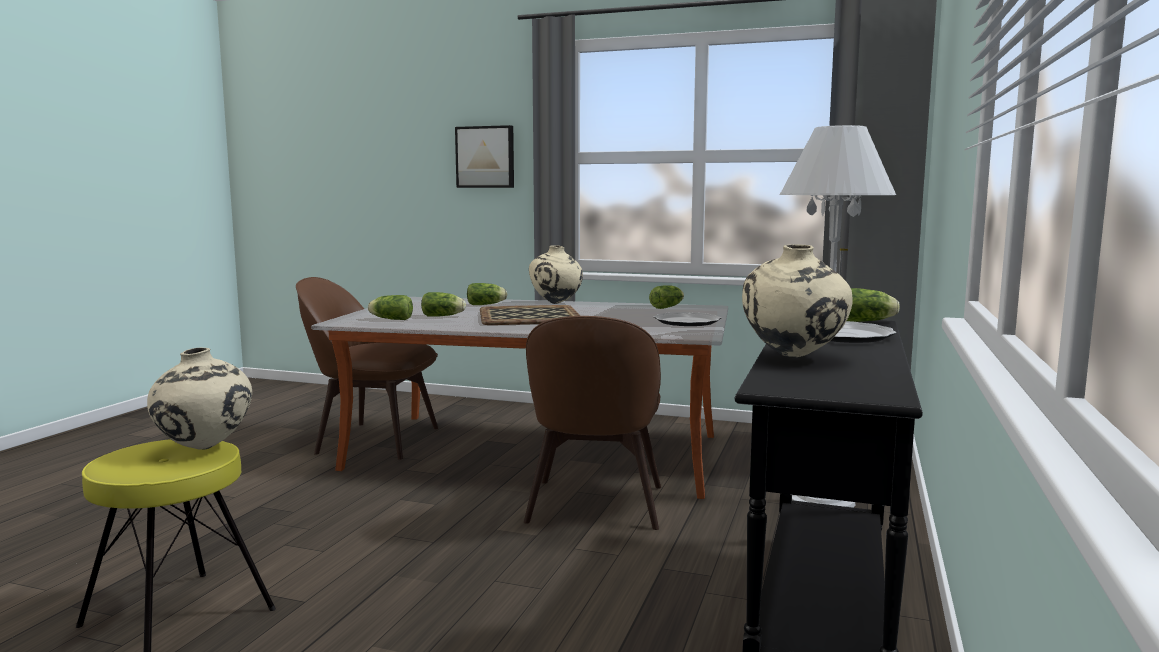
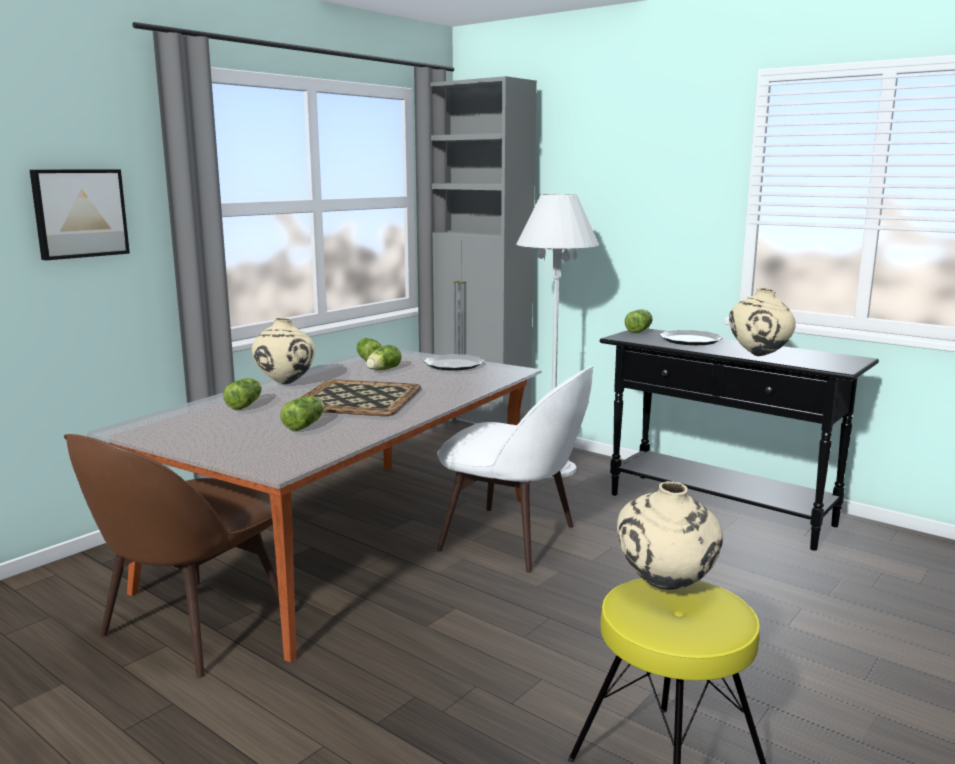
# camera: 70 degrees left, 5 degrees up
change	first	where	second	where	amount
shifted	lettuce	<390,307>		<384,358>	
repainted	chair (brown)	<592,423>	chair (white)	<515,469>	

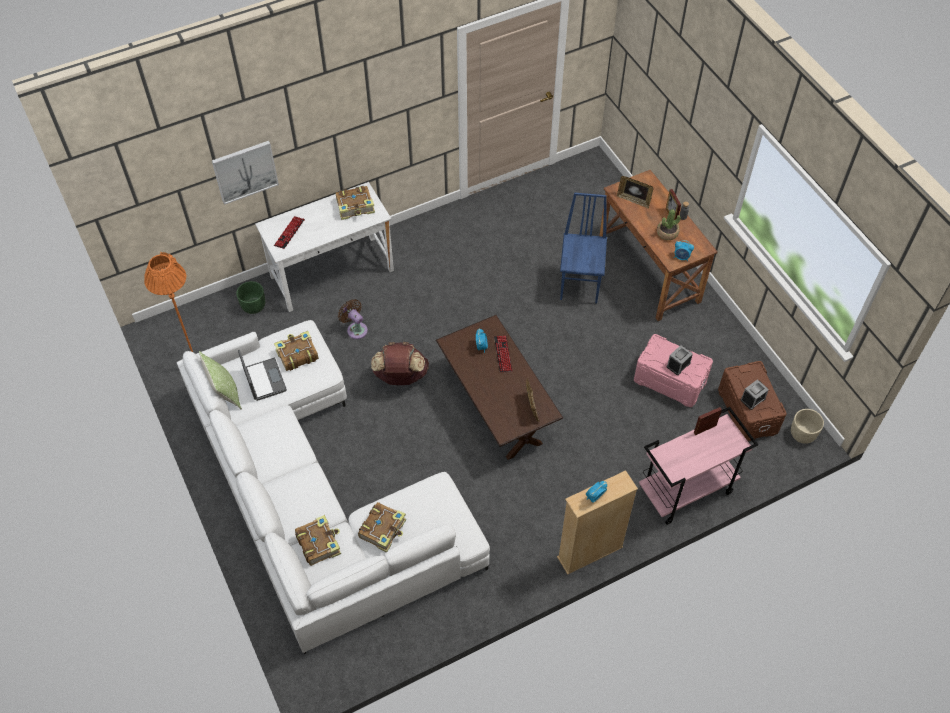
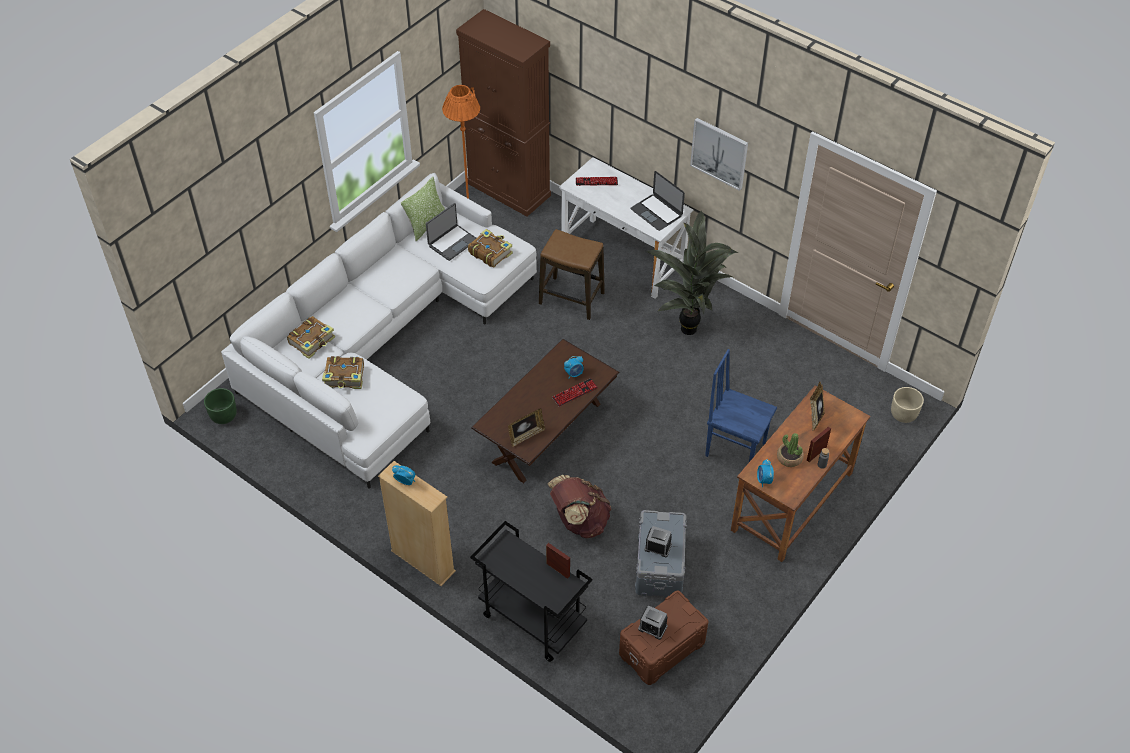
# camera: 65 degrees right, 5 degrees down
change	first	where	second	where	amount
new			cabinet (brown)	<503,112>	
new			potted plant	<692,273>	
shifted	picture	<245,173>		<719,154>	
shifted	planter (green)	<250,297>		<220,406>	
shifted	backpack (brown)	<400,363>		<579,506>	
shifted	planter (beige)	<807,426>		<907,405>	
swapped	book	<355,203>	laptop	<658,201>	
swapped	fan (brown)	<353,319>	stool	<572,274>	
repainted	storage box (pink)	<673,370>	storage box (grey)	<661,553>	
repainted	cart (pink)	<698,466>	cart (black)	<531,591>	
rotated	chair (blue)	<583,247>		<741,405>	135 degrees counterclockwise

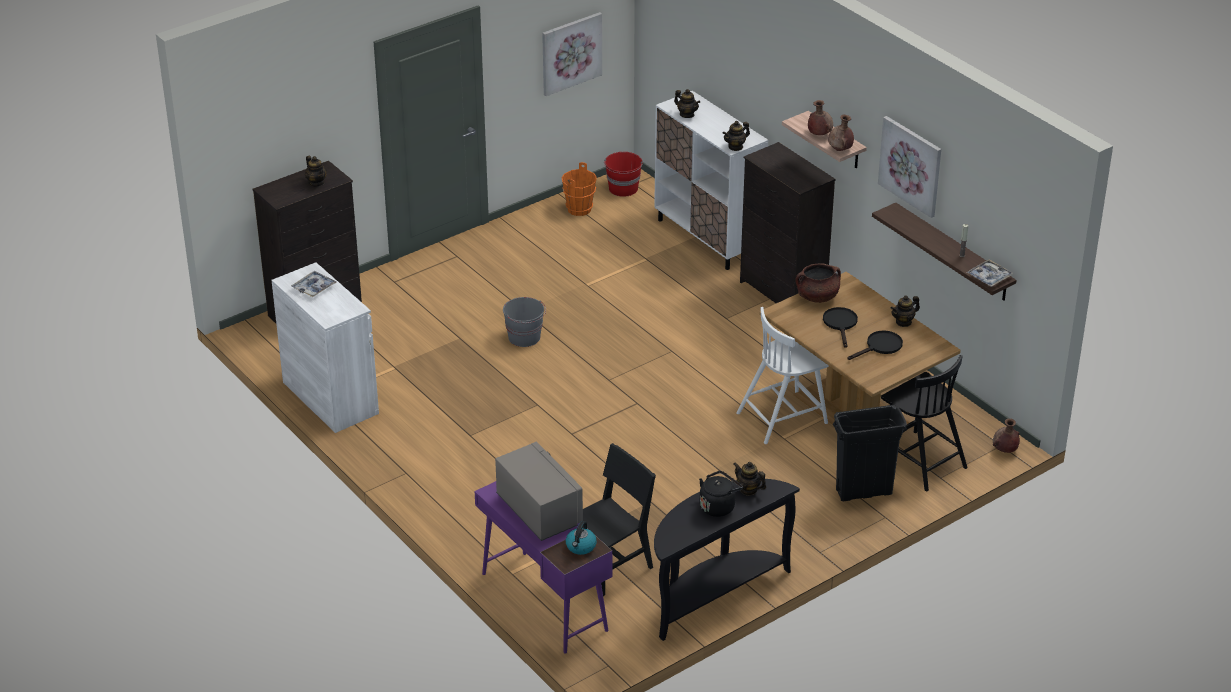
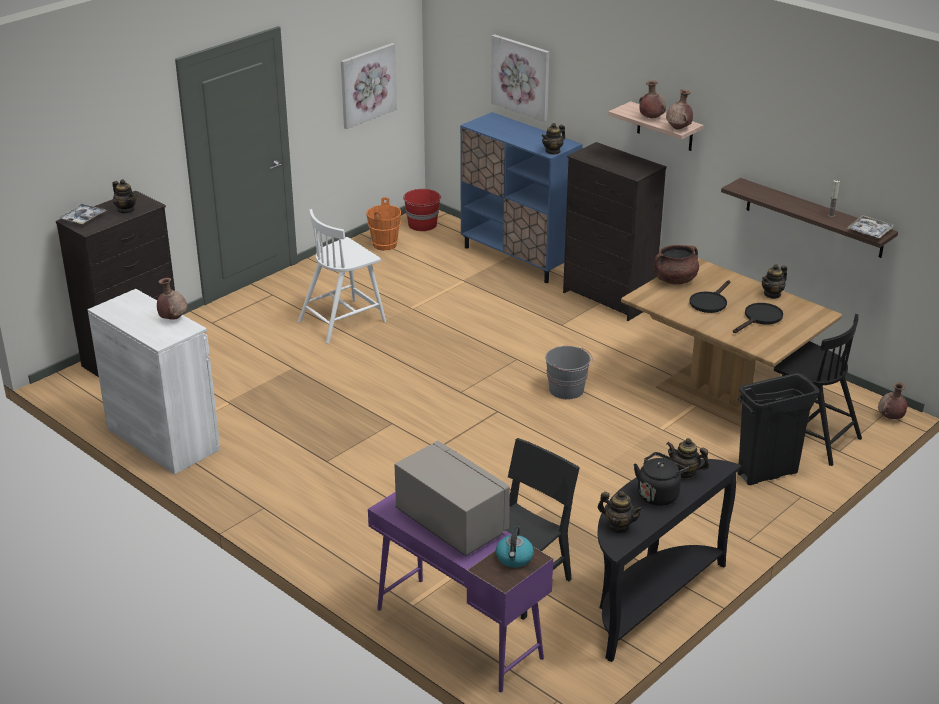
# camera: 10 degrees left, 5 degrees down
change	first	where	second	where	amount
new			vase (brown)	<172,299>	
shifted	tray	<313,284>		<82,214>	
shifted	bucket (grey)	<524,322>		<569,372>	
shifted	teapot	<687,103>		<620,511>	
shifted	chair (white)	<782,375>		<342,276>	
shifted	picture	<909,167>		<520,78>	
repainted	cabinet (white)	<711,180>	cabinet (blue)	<521,197>	
rotated	frying pan (black)	<840,327>		<710,296>	135 degrees counterclockwise

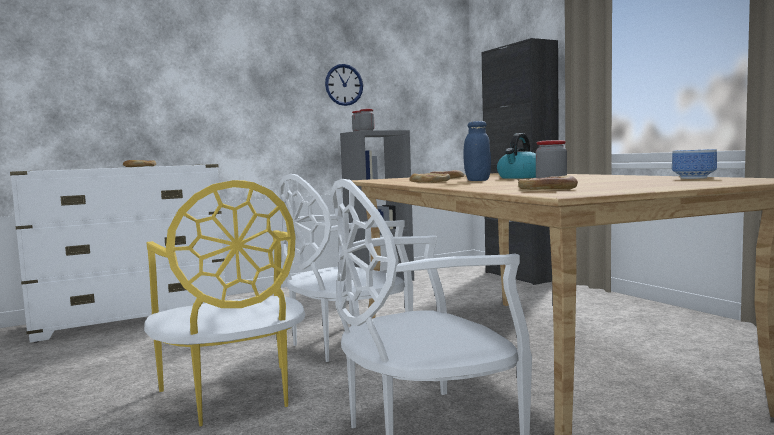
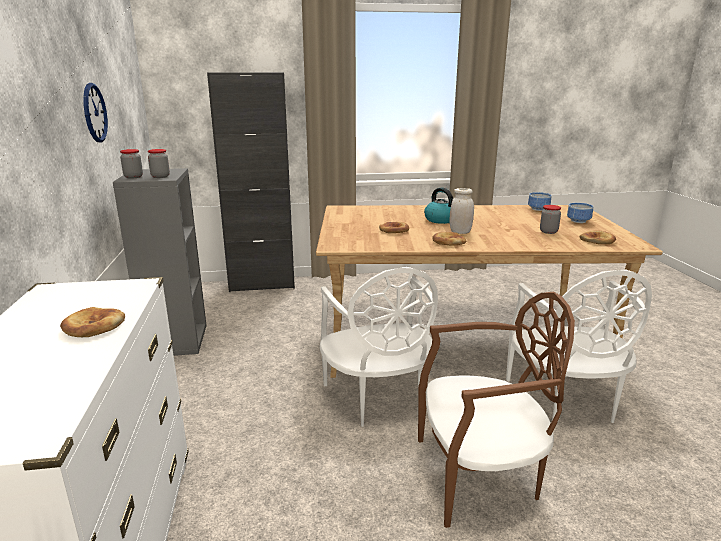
# camera: 70 degrees left, 15 degrees up
change	first	where	second	where	amount
new			bowl	<580,213>	
repainted	chair (yellow)	<224,303>	chair (brown)	<496,410>	
repainted	jar (blue)	<477,151>	jar (white)	<461,211>	

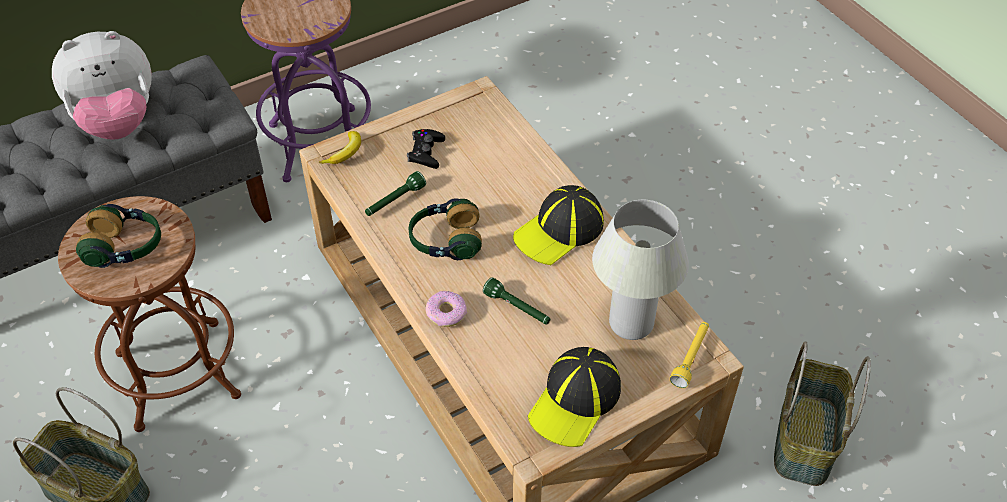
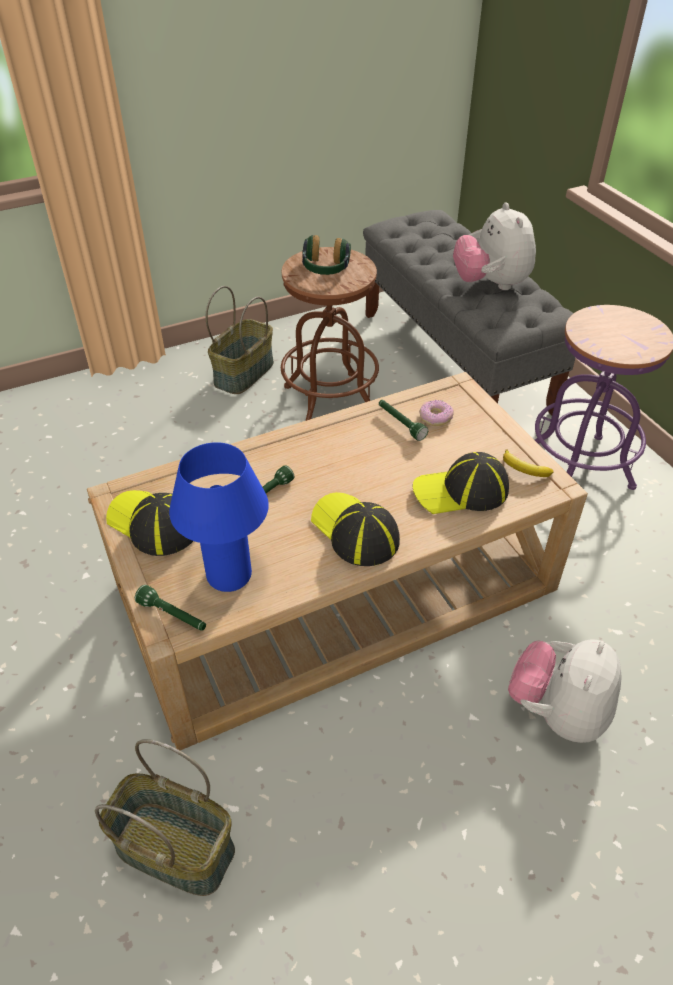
# camera: 95 degrees right, 5 degrees down
change	first	where	second	where	amount
gone	game controller (black)	<426,149>			
gone	headphones	<445,229>			
new			cap	<461,483>	
new			plush toy	<565,691>	
shifted	banana	<340,147>		<528,463>	
shifted	donut	<446,309>		<436,413>	
repainted	table lamp (white)	<640,270>	table lamp (blue)	<219,517>	
repainted	flashlight (yellow)	<689,355>	flashlight (green)	<170,608>	

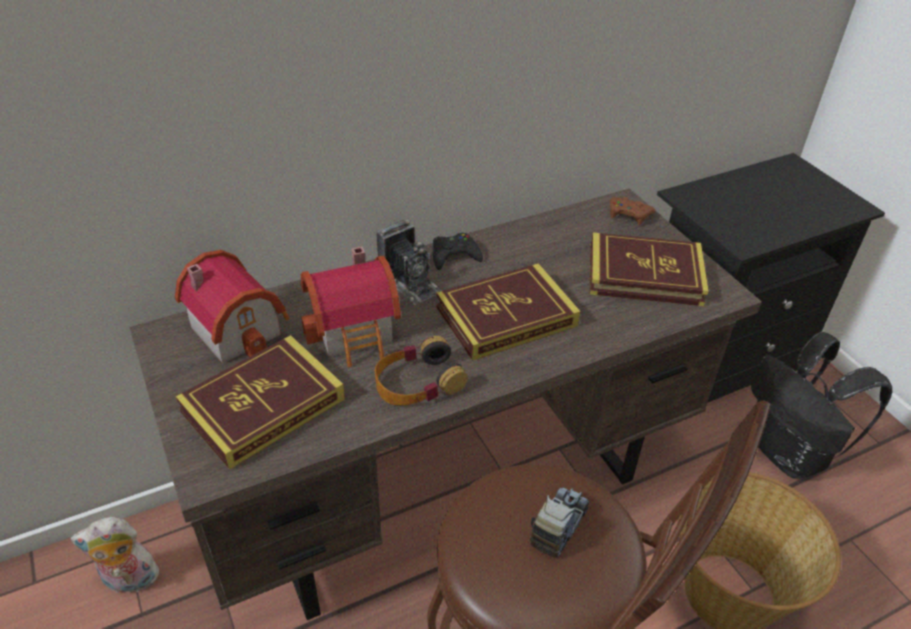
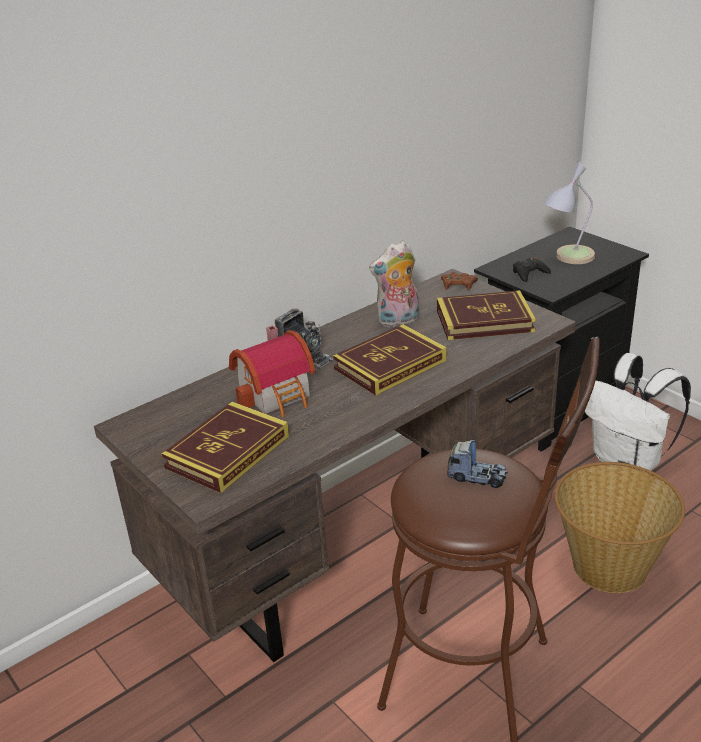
# camera: 10 degrees left, 10 degrees down
change	first	where	second	where	amount
gone	toy house	<232,307>			
gone	headphones	<421,371>			
new			table lamp	<569,212>	
shifted	plush toy	<115,556>		<394,284>	
shifted	game controller (black)	<458,251>		<532,270>	
repainted	backpack (black)	<821,405>	backpack (white)	<638,412>	
rotated	toy truck	<559,522>		<477,464>	90 degrees clockwise

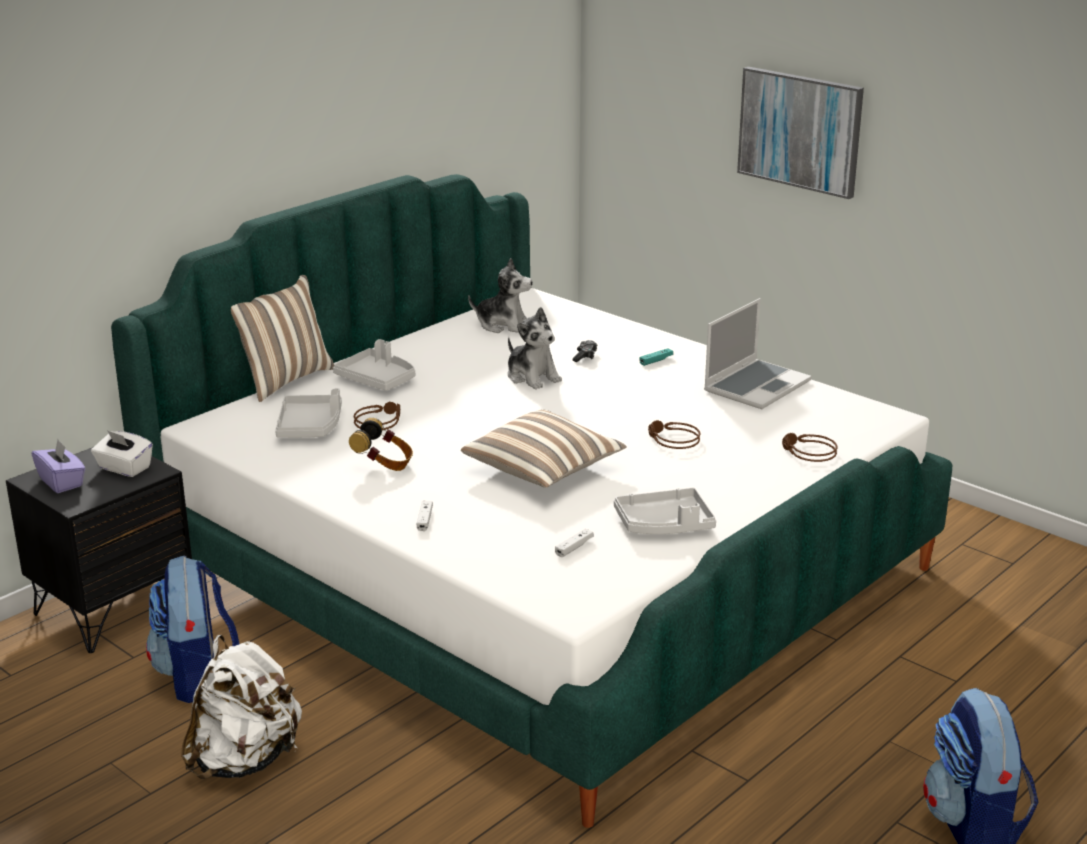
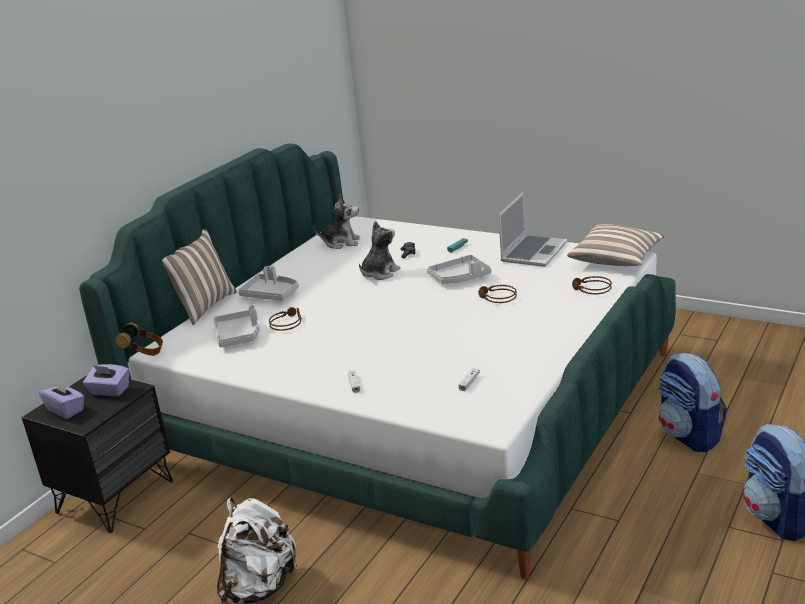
# camera: 10 degrees left, 0 degrees up
change	first	where	second	where	amount
gone	picture	<800,133>			
shifted	backpack	<192,629>		<693,402>	
shifted	headphones	<381,444>		<139,339>	
shifted	pillow	<544,449>		<616,245>	
shifted	tray (grey)	<665,511>		<459,269>	
repainted	tissue box (white)	<122,453>	tissue box (purple)	<106,380>	
rotated	plush toy	<535,348>		<380,250>	90 degrees counterclockwise

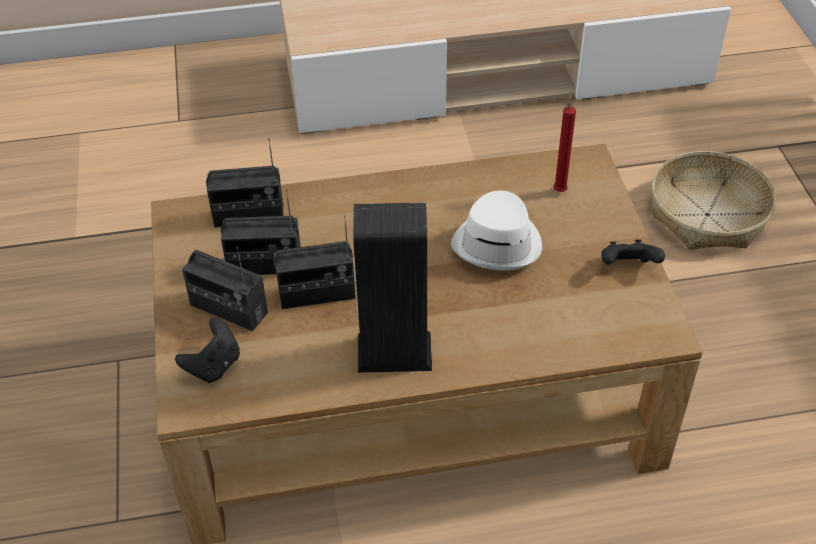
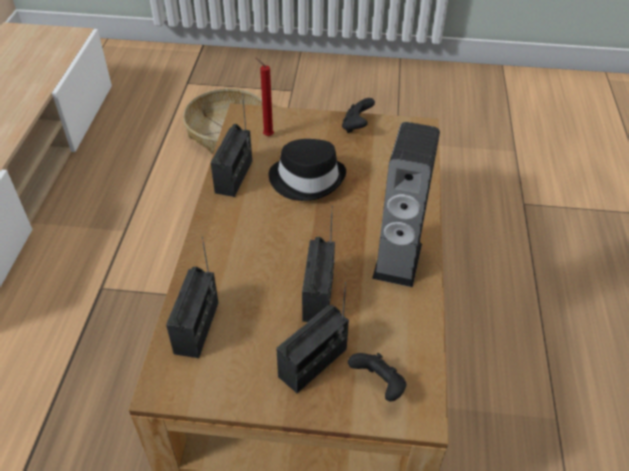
# camera: 75 degrees left, 0 degrees up
change	first	where	second	where	amount
shifted	radio	<261,232>		<231,145>	
repainted	hat (white)	<496,231>	hat (black)	<307,170>	

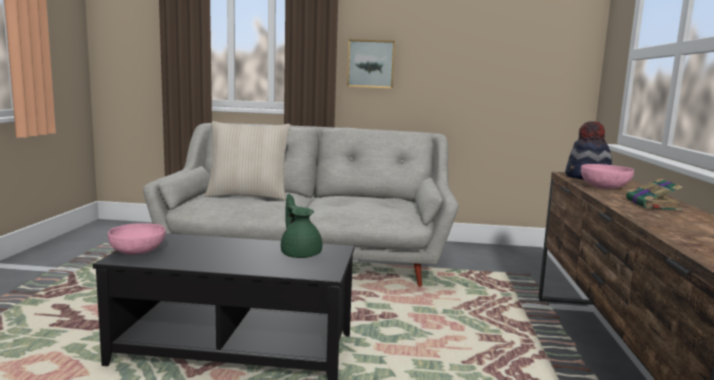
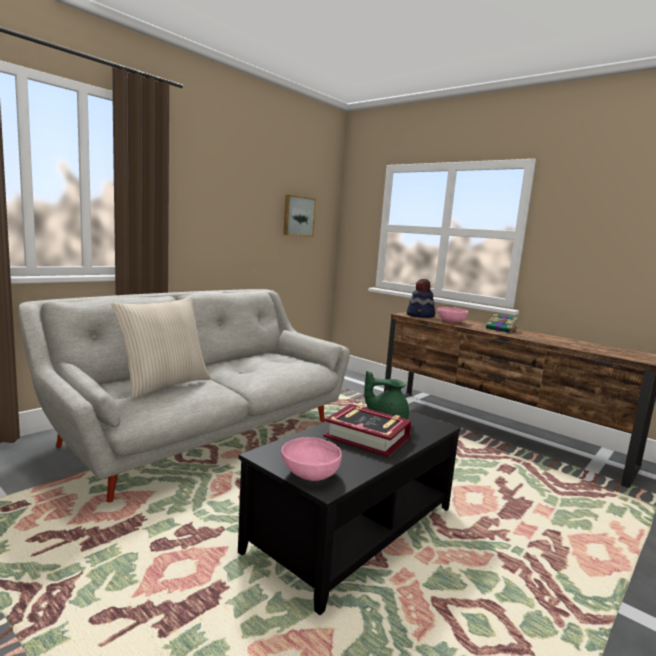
# camera: 55 degrees left, 0 degrees up
change	first	where	second	where	amount
new			book	<367,430>	
shifted	picture	<371,63>		<299,216>	

